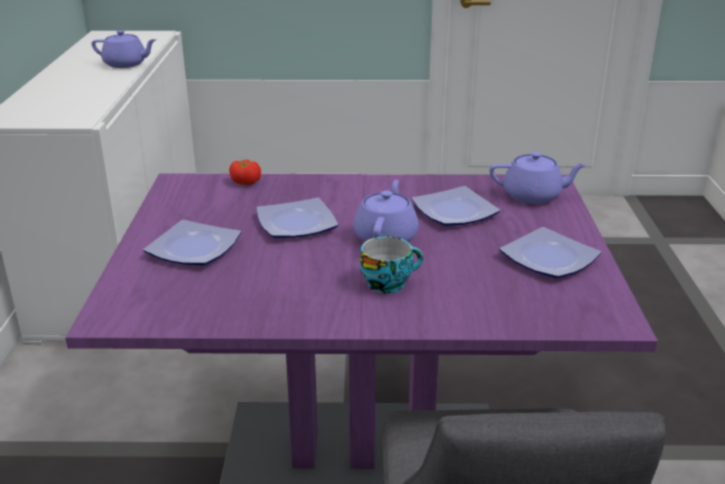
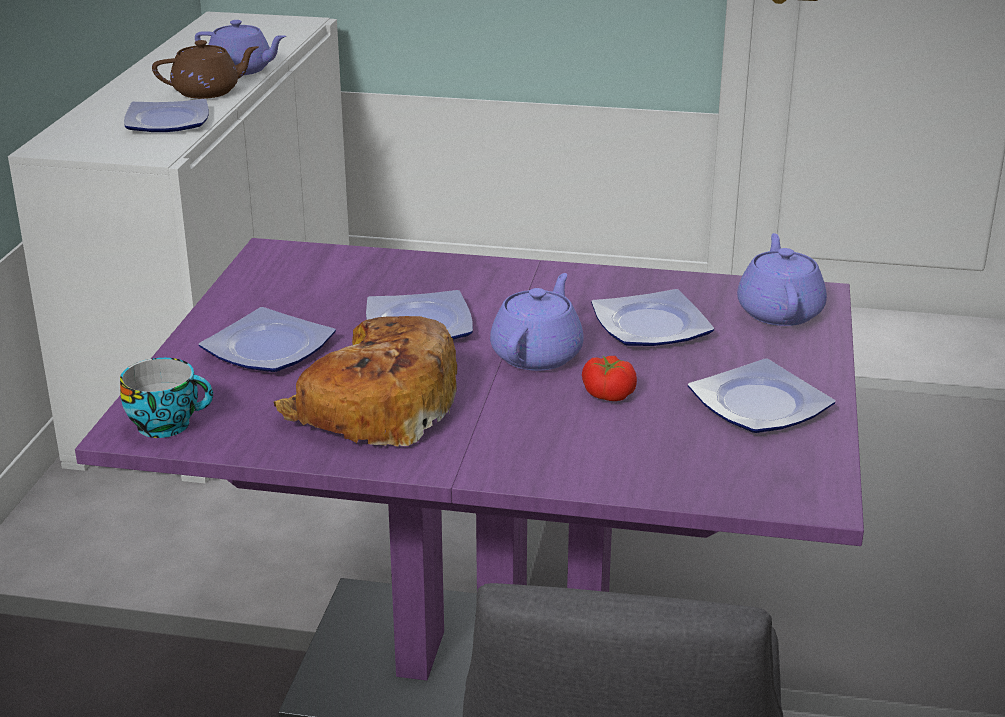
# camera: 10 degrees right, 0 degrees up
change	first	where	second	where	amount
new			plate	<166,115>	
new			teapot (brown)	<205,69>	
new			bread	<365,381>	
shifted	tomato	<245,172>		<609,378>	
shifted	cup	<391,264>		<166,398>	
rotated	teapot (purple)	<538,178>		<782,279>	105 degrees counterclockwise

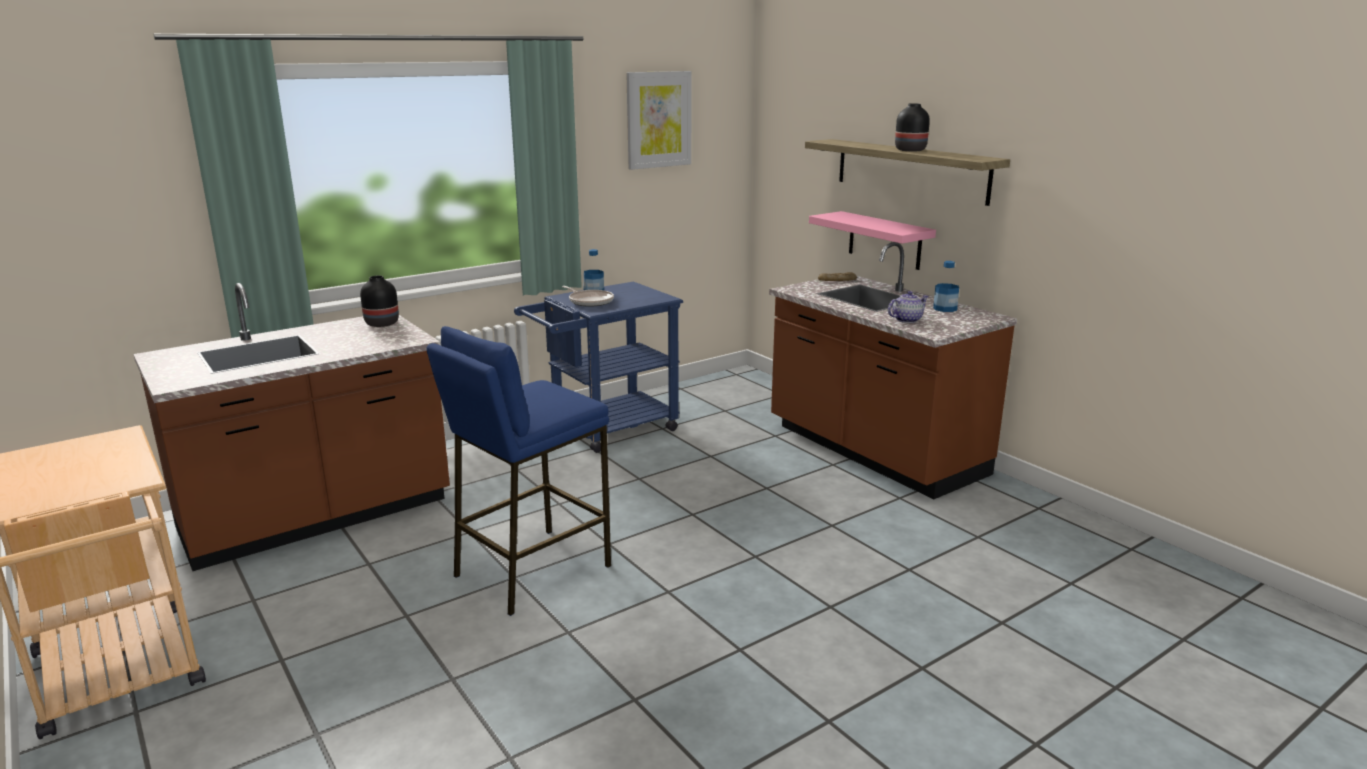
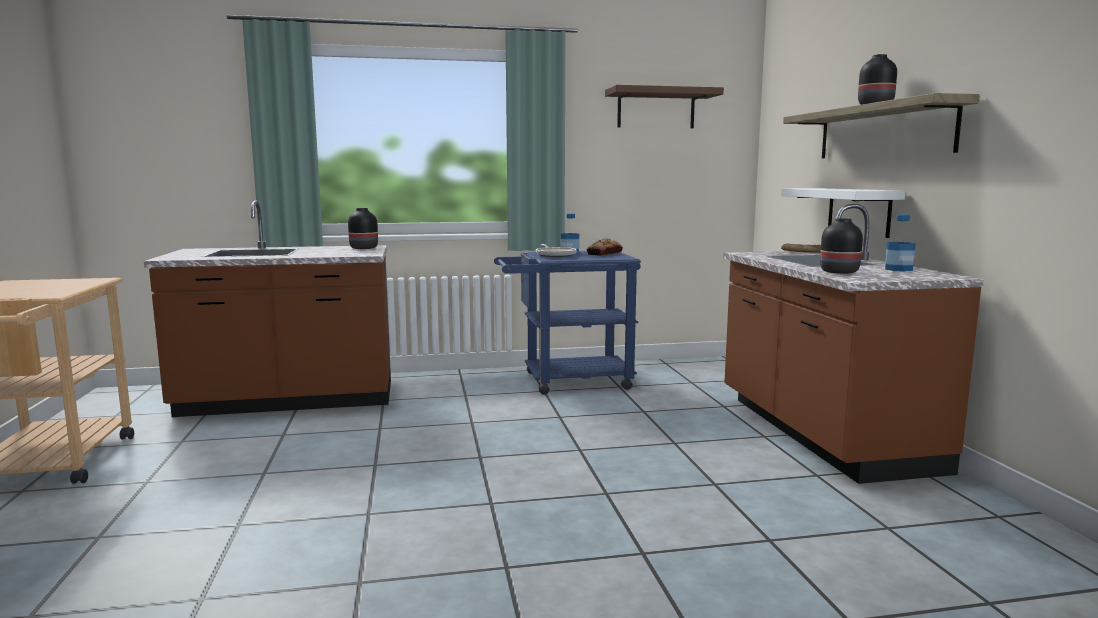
# camera: 25 degrees right, 10 degrees down
change	first	where	second	where	amount
gone	stool (blue)	<518,471>			
new			bread	<605,247>	
swapped	picture	<659,120>	shelf (brown)	<664,106>	
swapped	teapot	<908,307>	vase (black)	<841,246>	
repainted	shelf (pink)	<872,240>	shelf (white)	<843,213>	

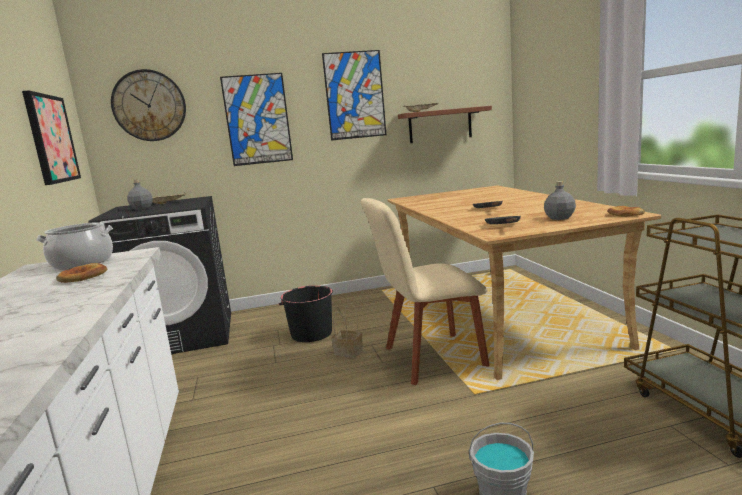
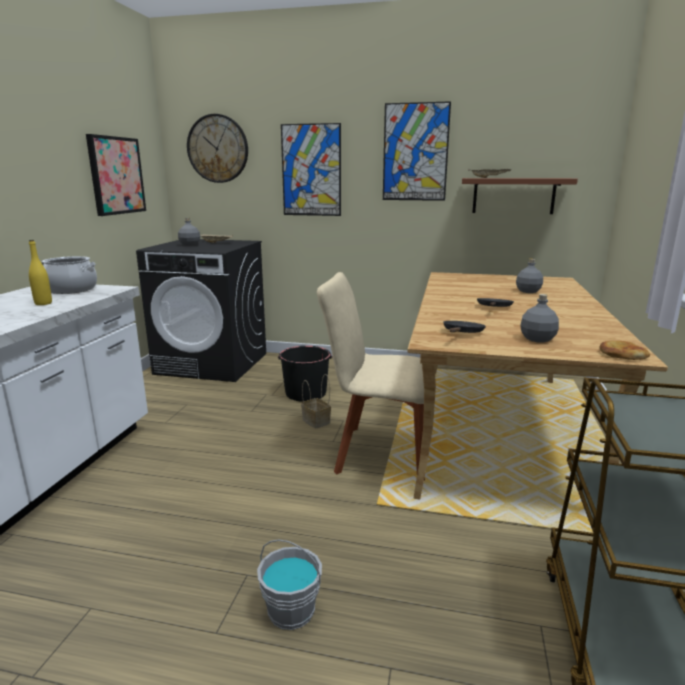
# camera: 25 degrees right, 5 degrees up
change	first	where	second	where	amount
new			bottle (grey)	<529,276>	
swapped	bread	<81,273>	bottle (yellow)	<40,272>	

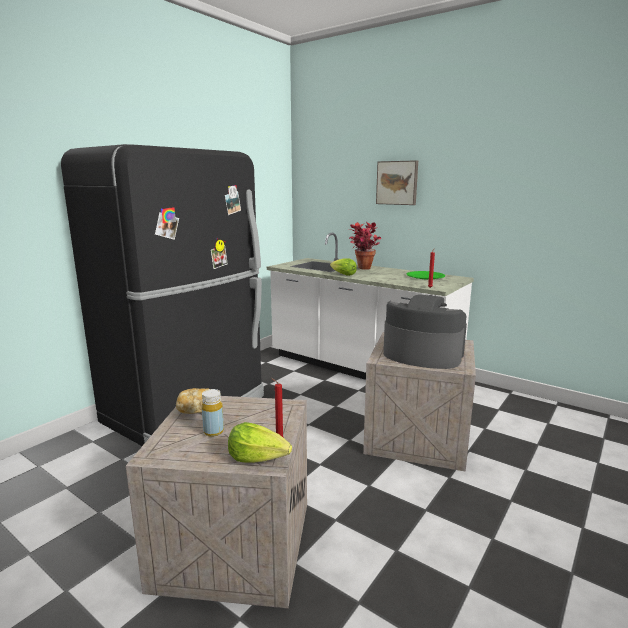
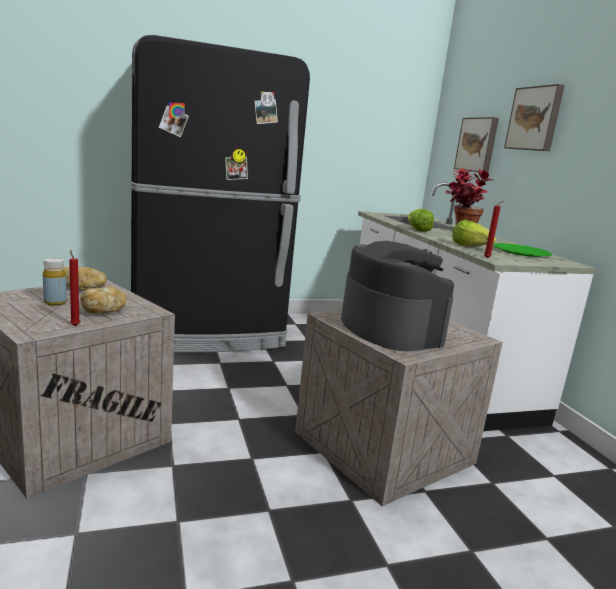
# camera: 35 degrees right, 0 degrees up
change	first	where	second	where	amount
new			bread	<103,299>	
new			picture	<476,145>	
shifted	lettuce	<260,442>		<474,233>	

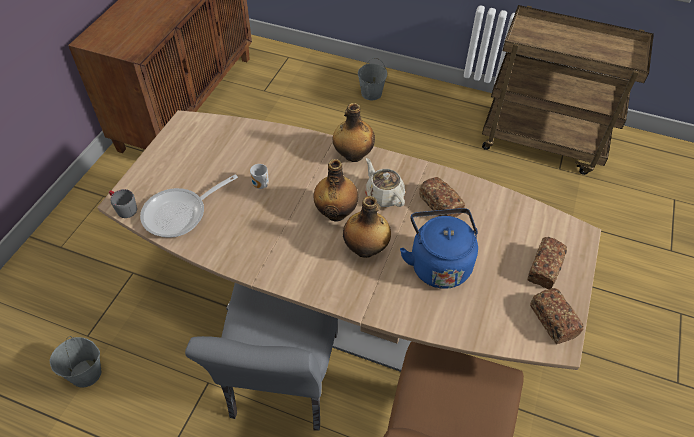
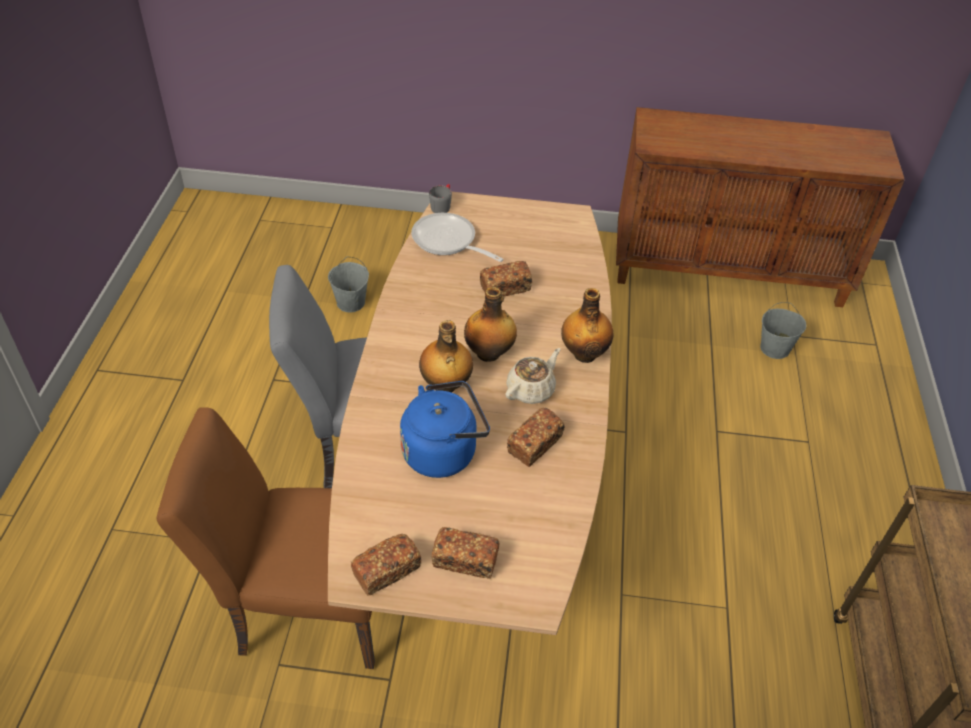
# camera: 75 degrees right, 5 degrees down
change	first	where	second	where	amount
shifted	bucket (grey)	<372,79>		<783,330>	
swapped	mug	<259,176>	bread	<506,278>	

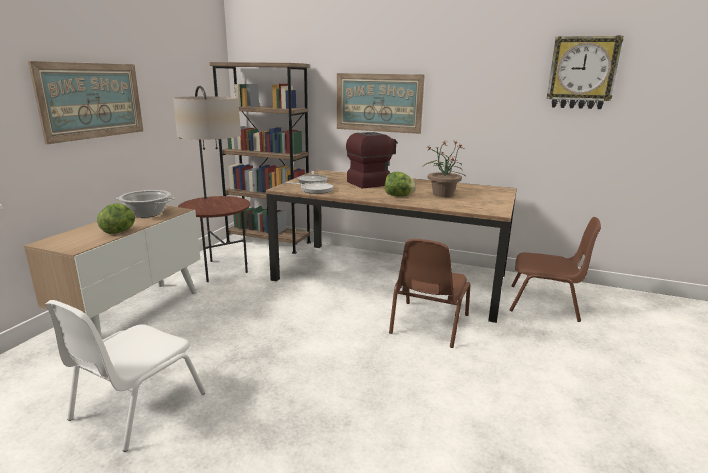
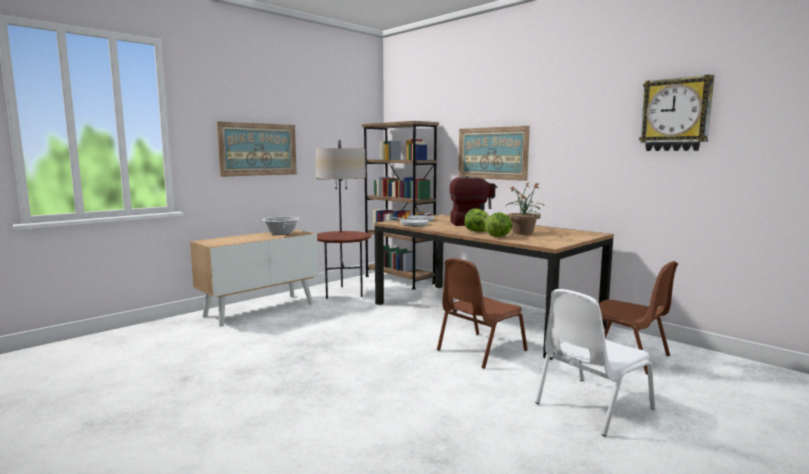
# camera: 25 degrees right, 10 degrees down
change	first	where	second	where	amount
shifted	chair (white)	<125,376>		<595,362>	
shifted	lettuce	<116,219>		<498,224>	

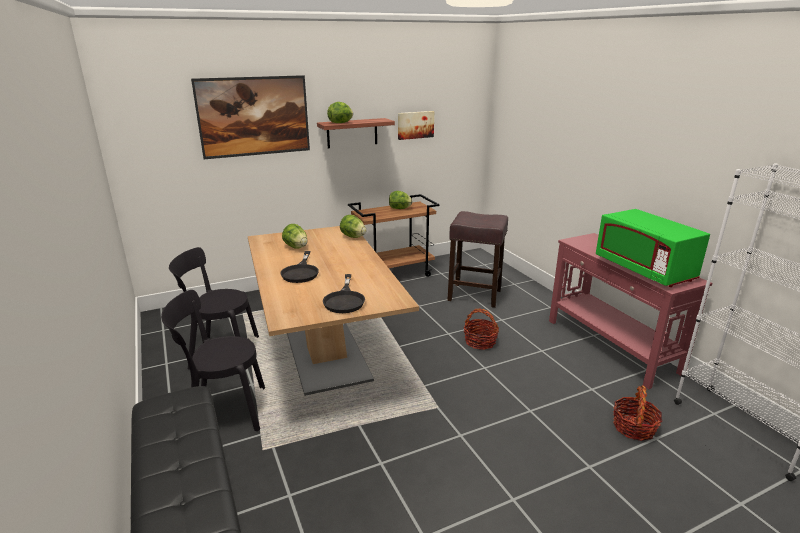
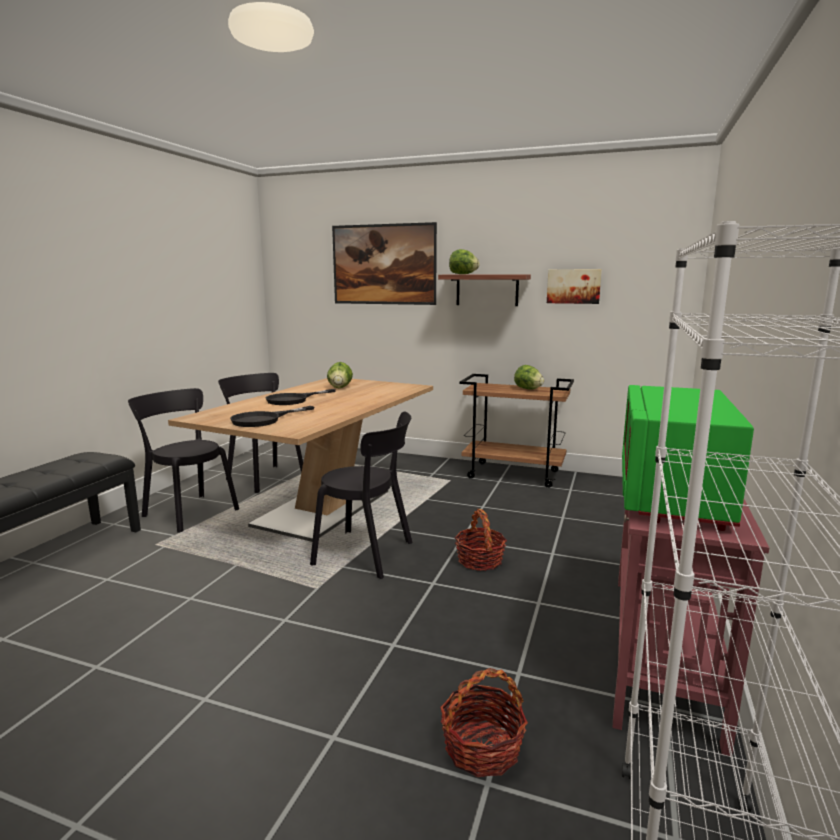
# camera: 45 degrees right, 10 degrees down
change	first	where	second	where	amount
gone	lettuce	<353,226>			
gone	stool (brown)	<477,259>			
new			chair (black)	<361,495>	

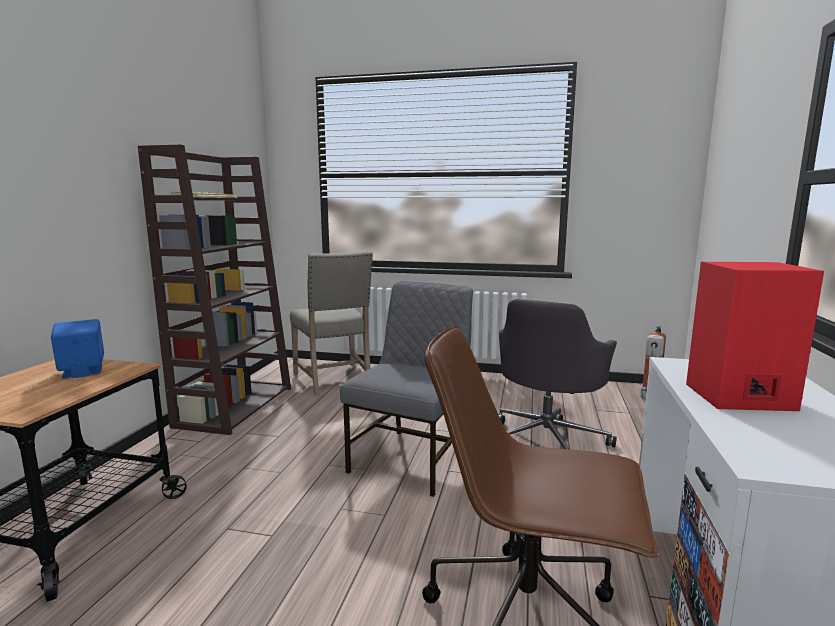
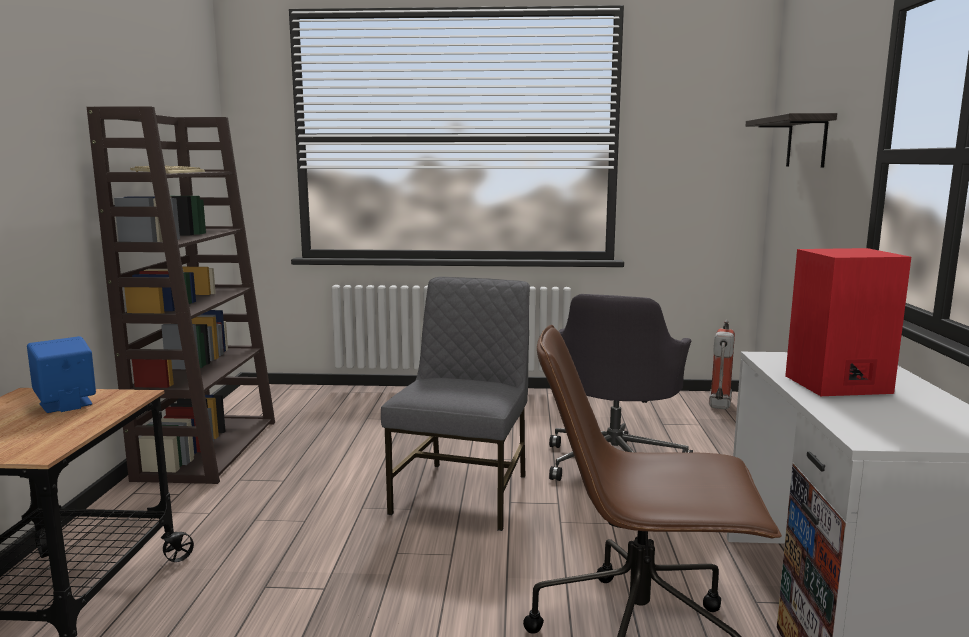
# camera: 10 degrees left, 0 degrees up
change	first	where	second	where	amount
gone	chair (beige)	<331,323>			
new			shelf	<791,140>	

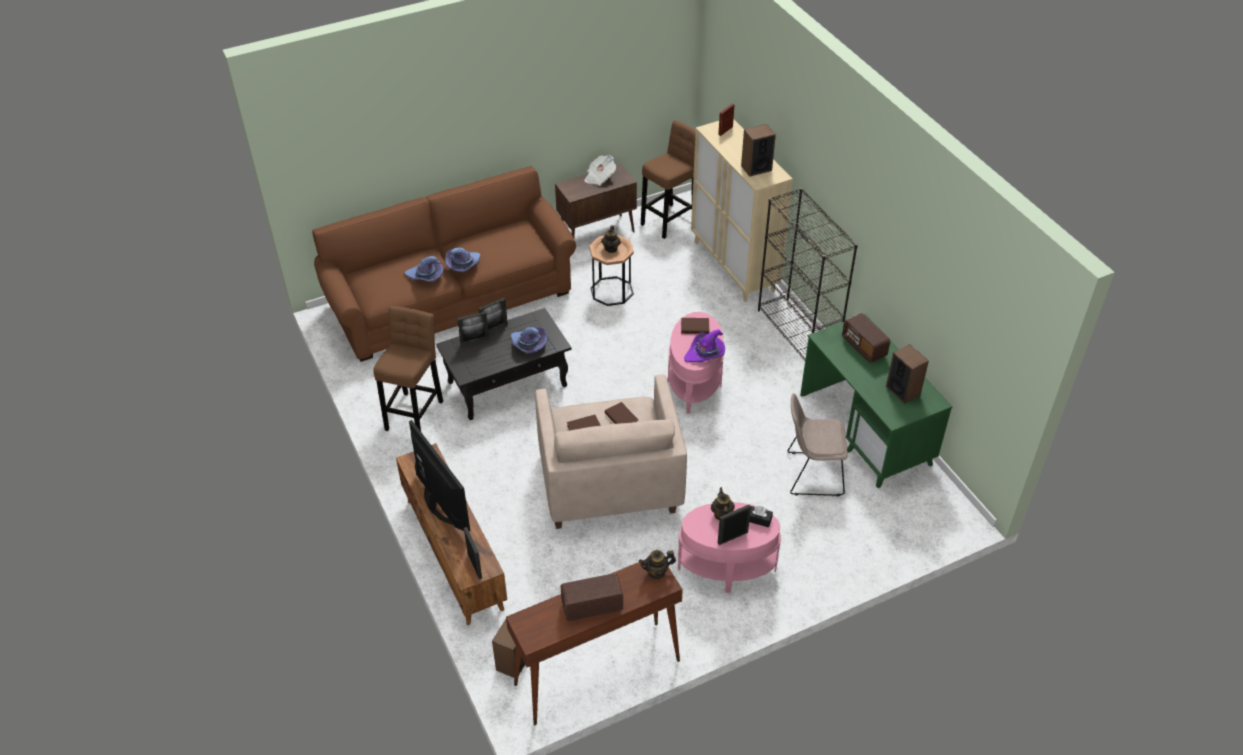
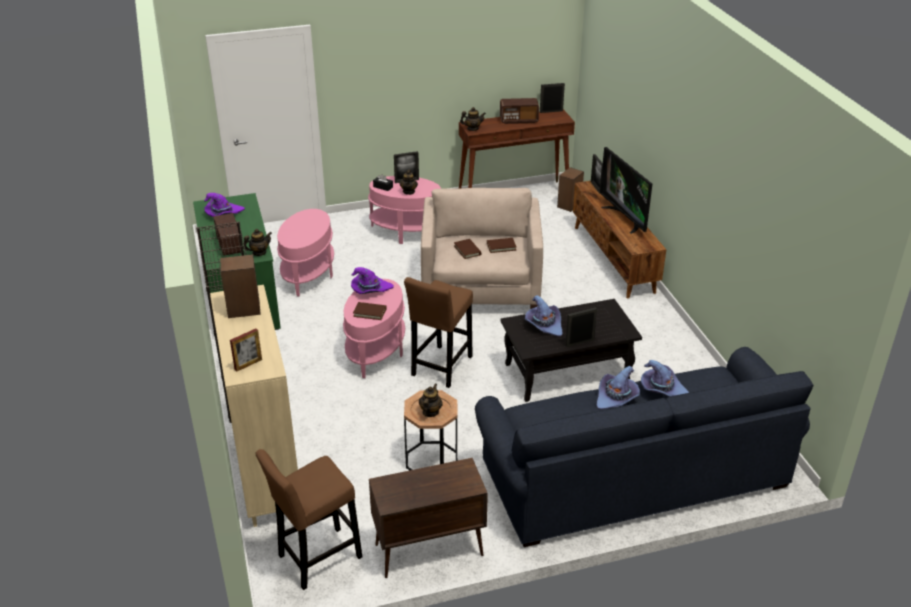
# camera: 170 degrees left, 10 degrees down
change	first	where	second	where	amount
gone	newspaper	<600,170>			
new			teapot	<257,242>	
shifted	stool (brown)	<408,368>		<438,332>	
shifted	picture frame	<473,329>		<552,98>	
swapped	chair (beige)	<817,444>	side table (pink)	<305,252>	
swapped	speaker	<907,374>	hat (purple)	<224,205>	
repainted	sofa (brown)	<444,264>	sofa (blue)	<644,447>	

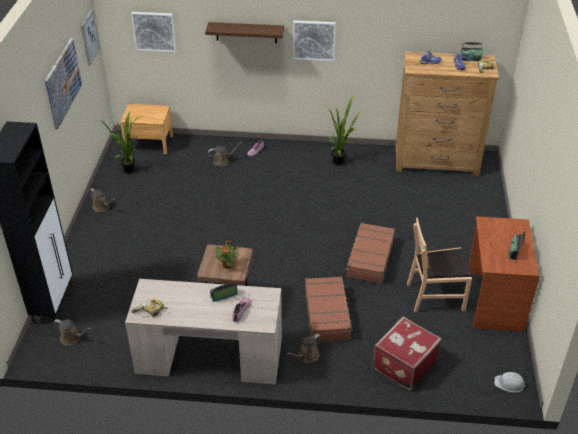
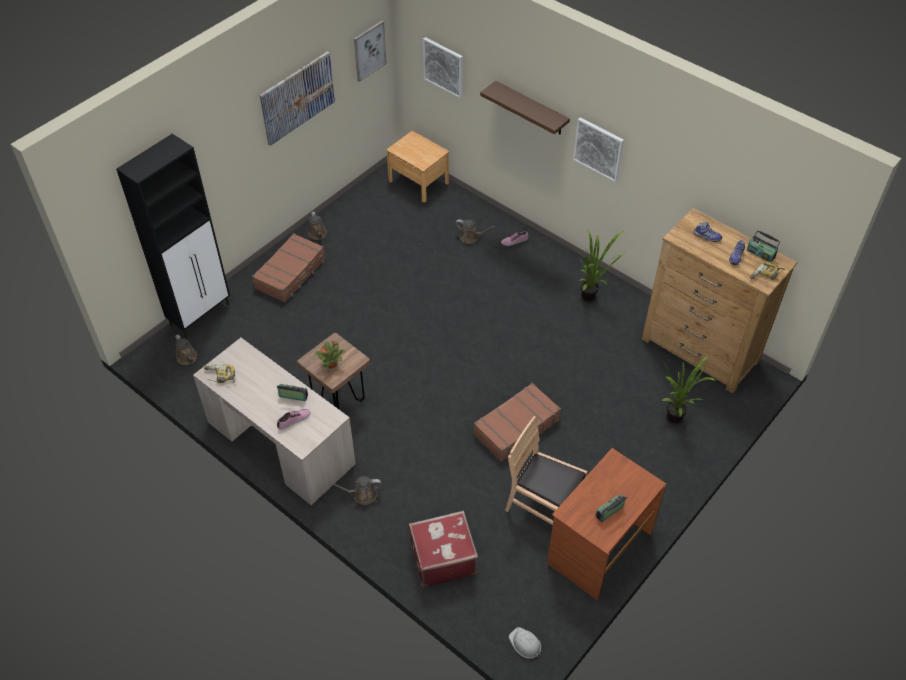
# camera: 35 degrees right, 10 degrees up
change	first	where	second	where	amount
shifted	potted plant	<121,142>		<689,390>	
shifted	suitcase (brown)	<329,309>		<288,268>	

